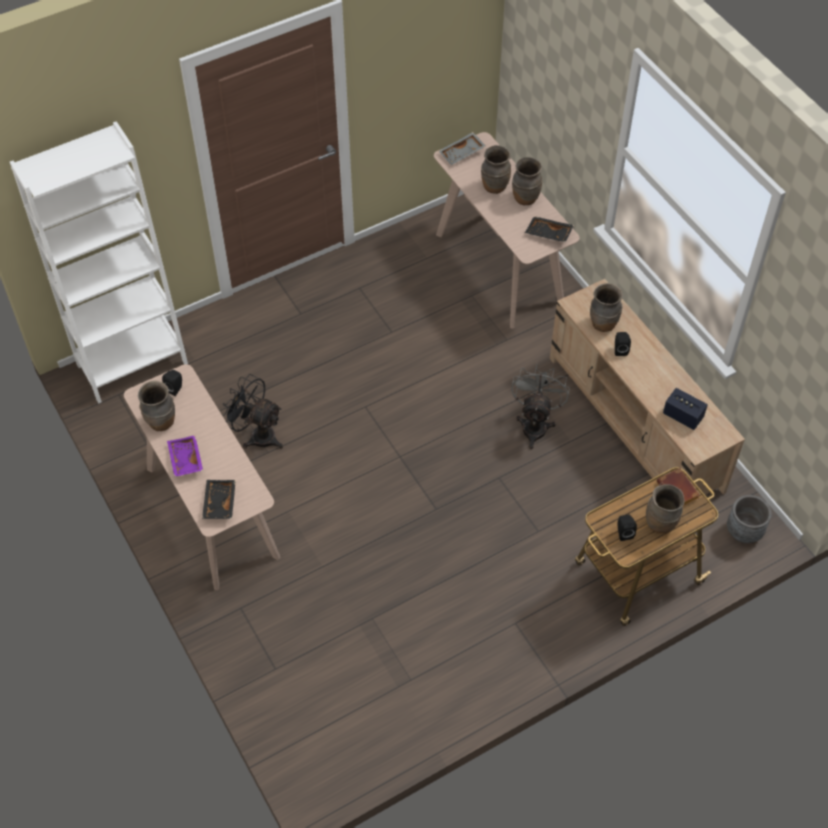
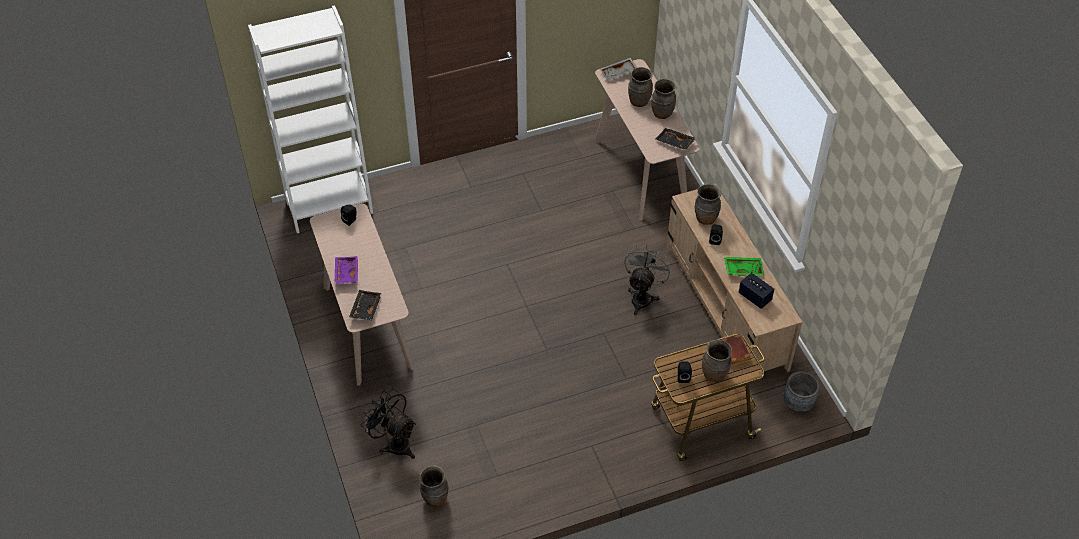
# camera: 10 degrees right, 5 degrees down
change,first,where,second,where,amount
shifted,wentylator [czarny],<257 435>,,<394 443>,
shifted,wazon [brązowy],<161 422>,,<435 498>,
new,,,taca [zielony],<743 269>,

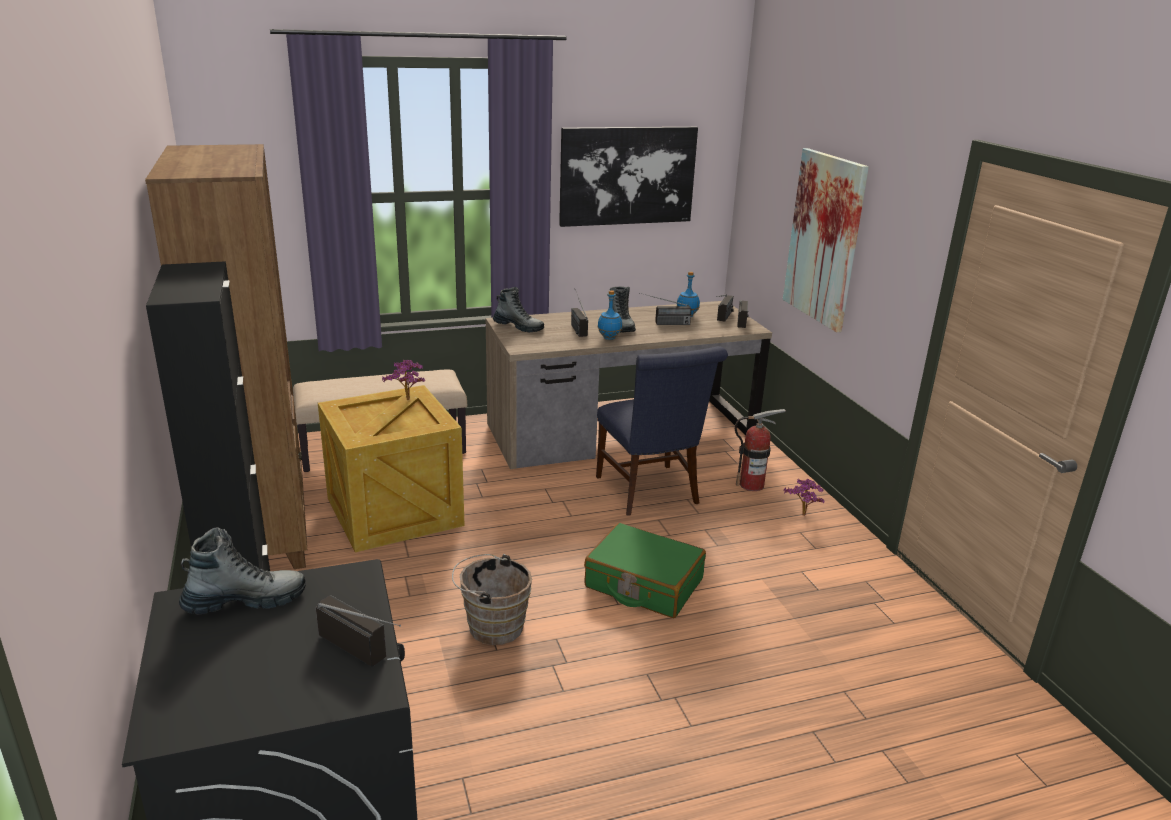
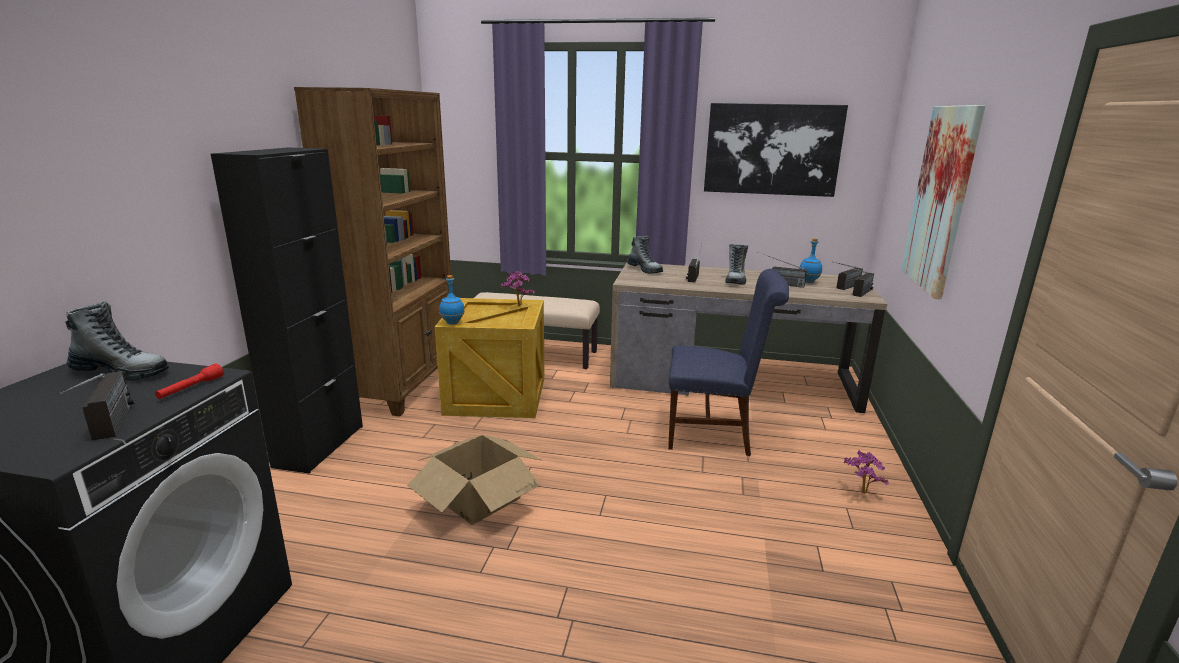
# camera: 30 degrees right, 5 degrees down
change,first,where,second,where,amount
new,,,latarka [czerwony],<191 389>,
swapped,wiadro [brązowy],<491 626>,karton,<479 497>,
shifted,butelka [niebieski],<609 338>,,<452 323>,
rotated,krzesło [niebieski],<650 493>,,<715 433>,90 degrees counterclockwise
gone,walizka [zielony],<643 584>,,,
gone,gaśnica,<751 485>,,,

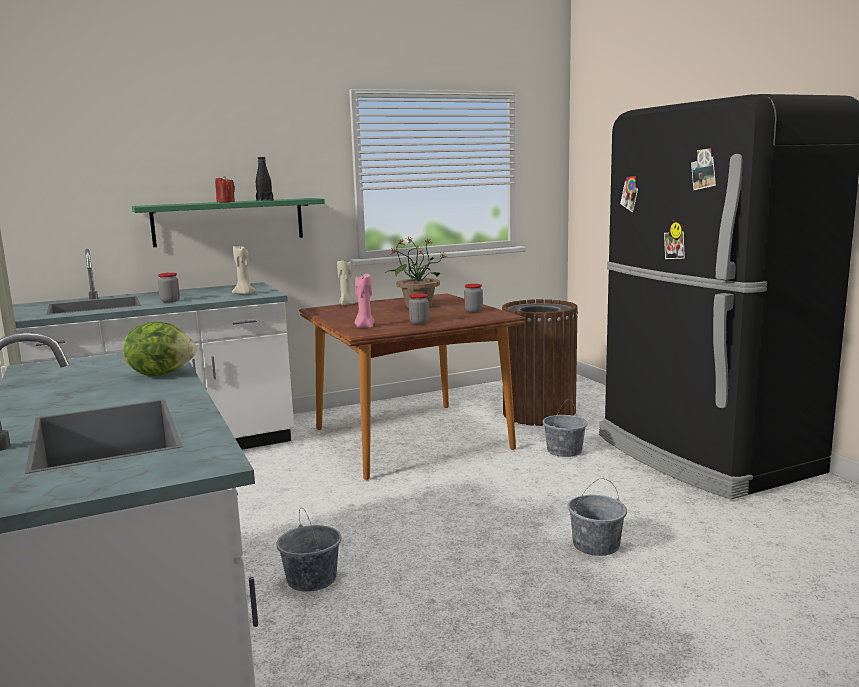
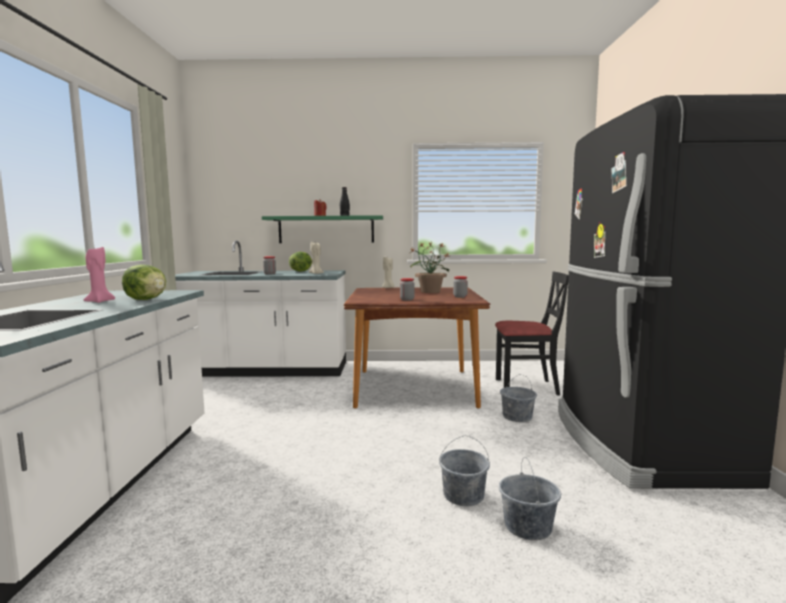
# camera: 25 degrees right, 5 degrees down
change,first,where,second,where,amount
shifted,świeca [różowy],<364 326>,,<99 301>,
new,,,sałata,<300 271>,
swapped,kosz na śmieci [brązowy],<539 414>,krzesło [czarny],<526 387>,
shifted,wiadro [szary],<312 579>,,<528 527>,

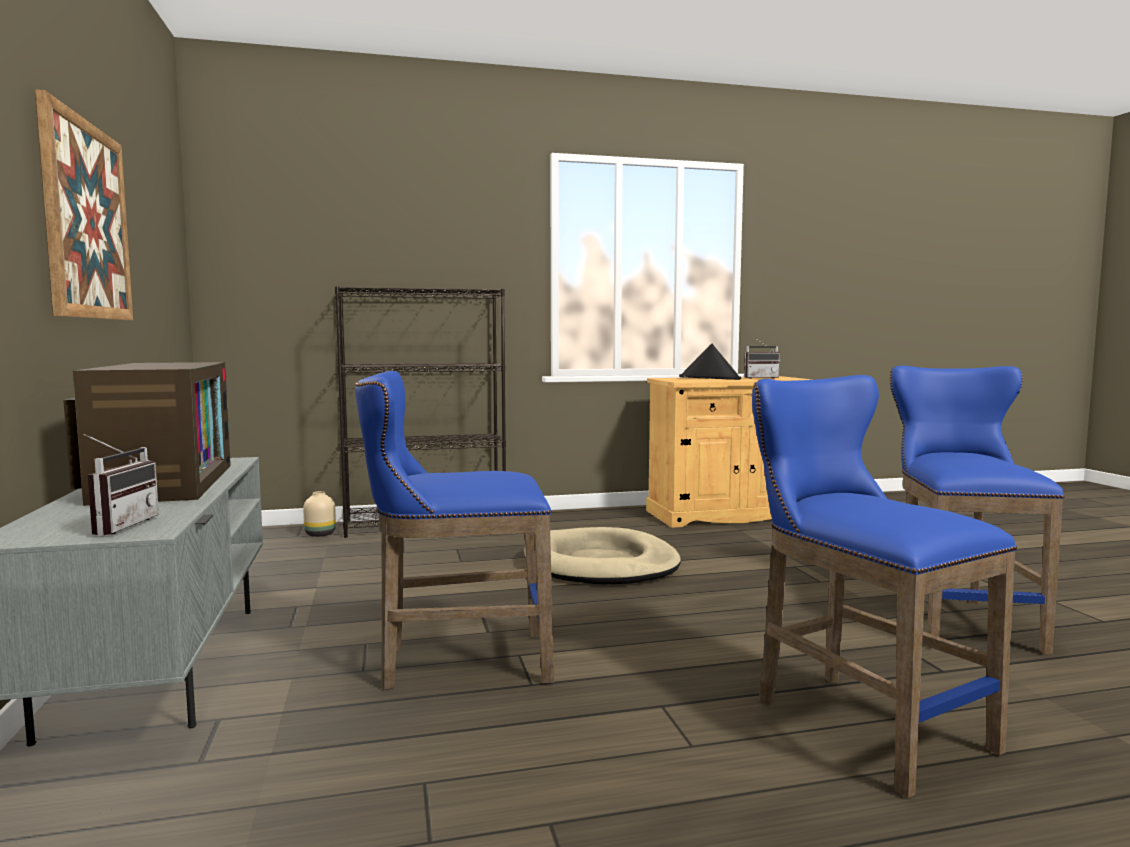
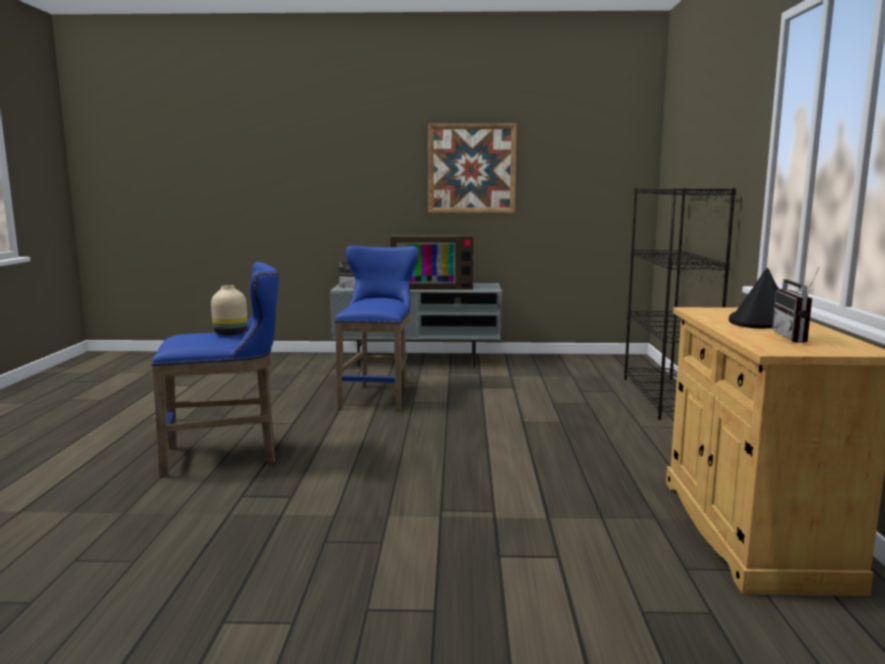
# camera: 105 degrees right, 5 degrees up
change,first,where,second,where,amount
shifted,wazon [beżowy],<320 534>,,<231 333>,
gone,legowisko [beżowy],<601 564>,,,
gone,stołek [niebieski],<958 619>,,,

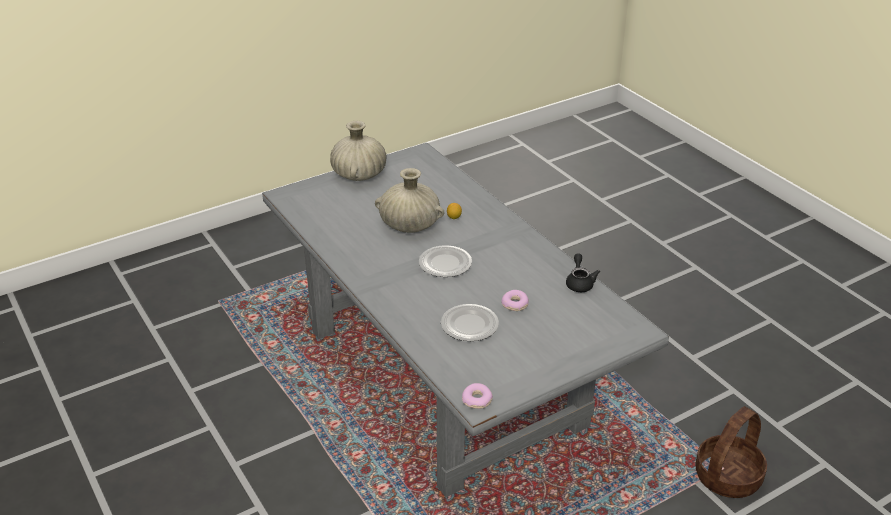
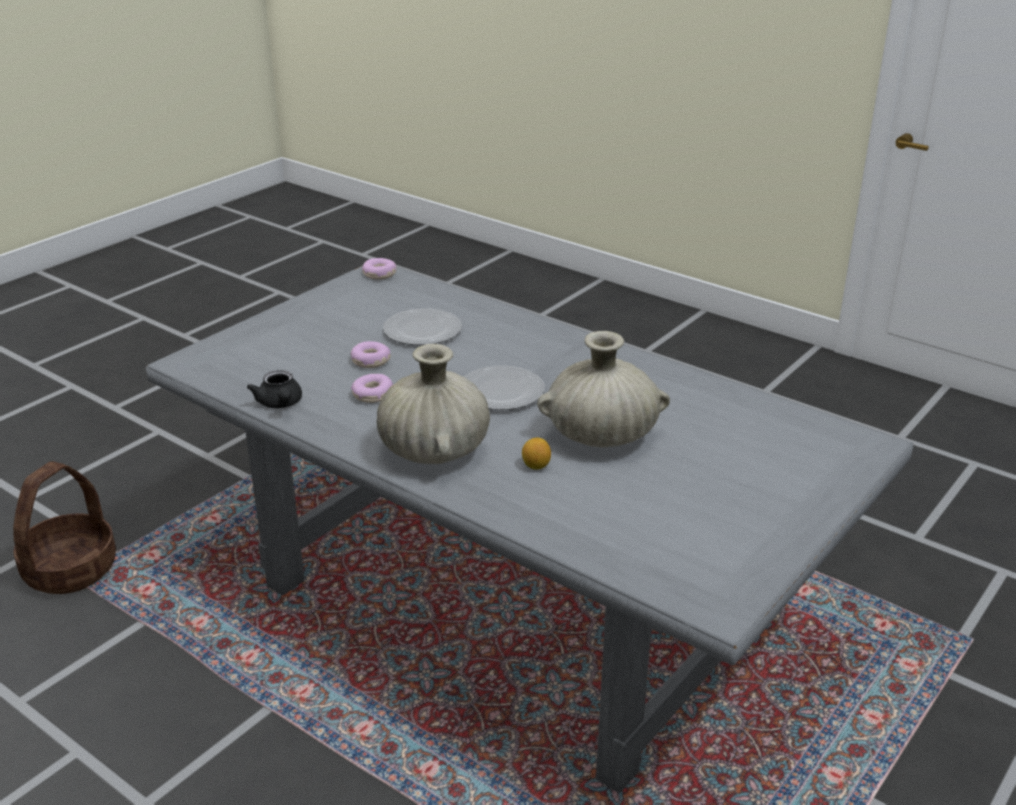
# camera: 160 degrees right, 5 degrees down
change,first,where,second,where,amount
new,,,donut,<372 395>,
shifted,wazon [beżowy],<359 175>,,<434 451>,

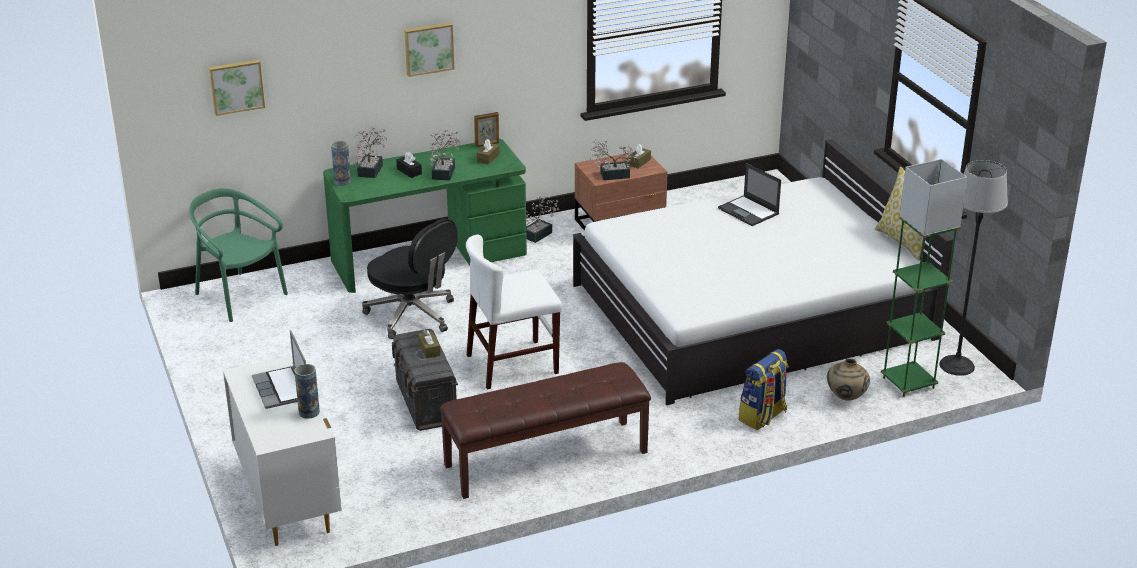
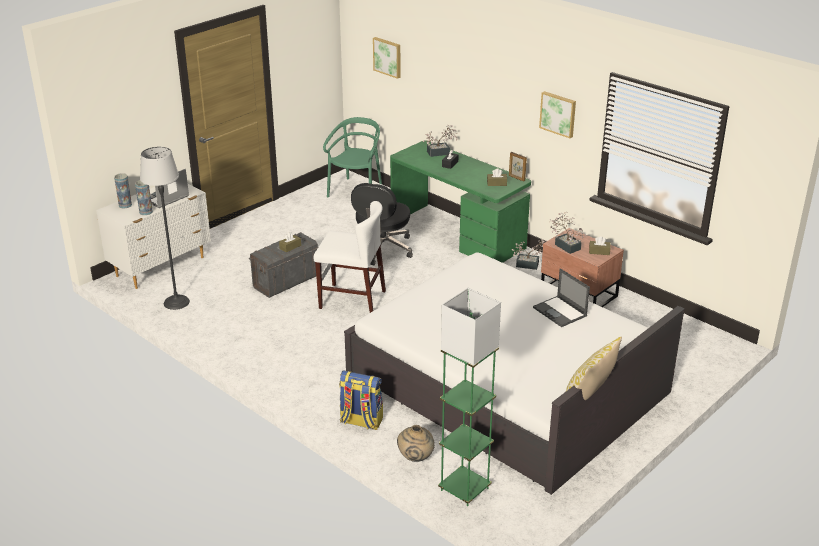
# camera: 65 degrees right, 0 degrees up
change,first,where,second,where,amount
shifted,wazon,<342 181>,,<125 205>,
shifted,lampa stojąca,<956 365>,,<176 302>,
rotated,krzesło [biały],<512 364>,,<352 299>,150 degrees clockwise
rotated,laptop,<749 211>,,<560 312>,60 degrees counterclockwise
shifted,obraz,<428 48>,,<558 114>,
gone,roślina doniczkowa,<444 171>,,,
gone,ławka [brązowy],<546 459>,,,

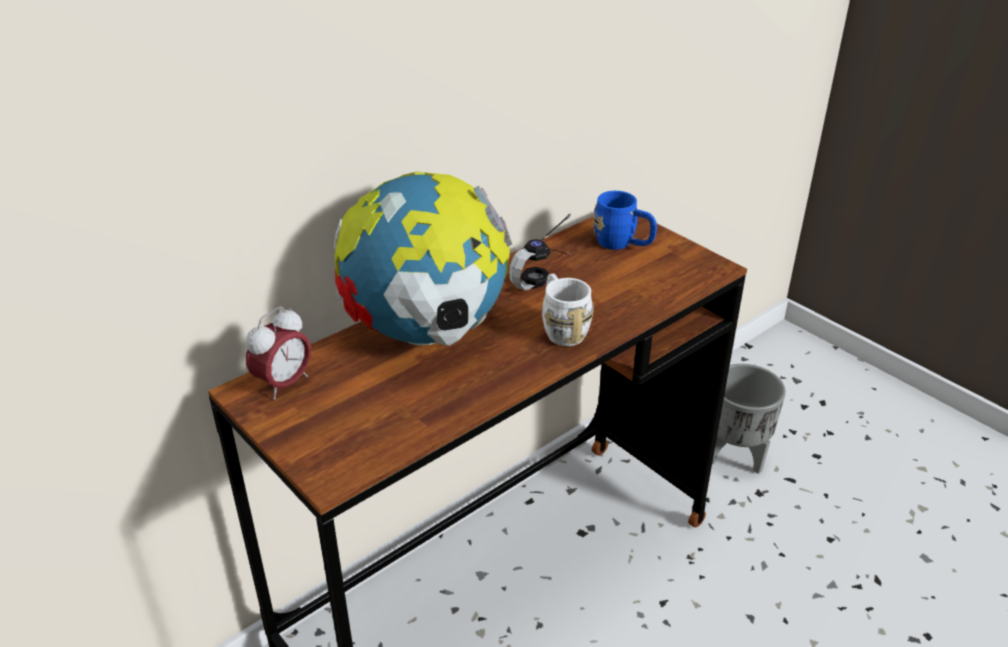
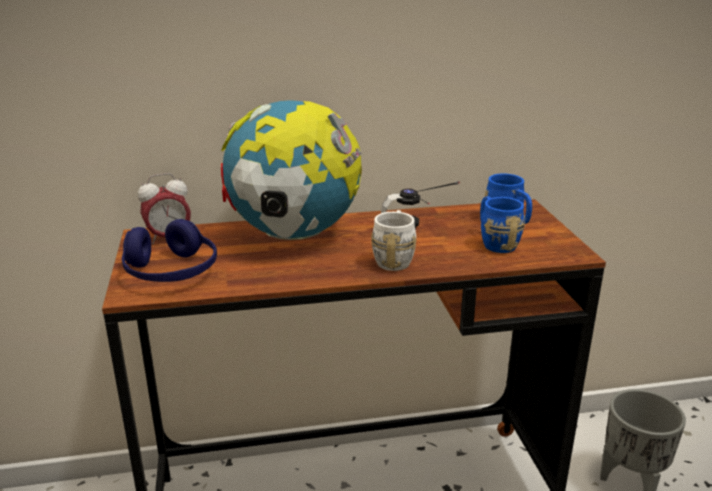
# camera: 30 degrees right, 10 degrees down
change,first,where,second,where,amount
new,,,słuchawki [niebieski],<171 272>,
new,,,kubek [niebieski],<495 242>,

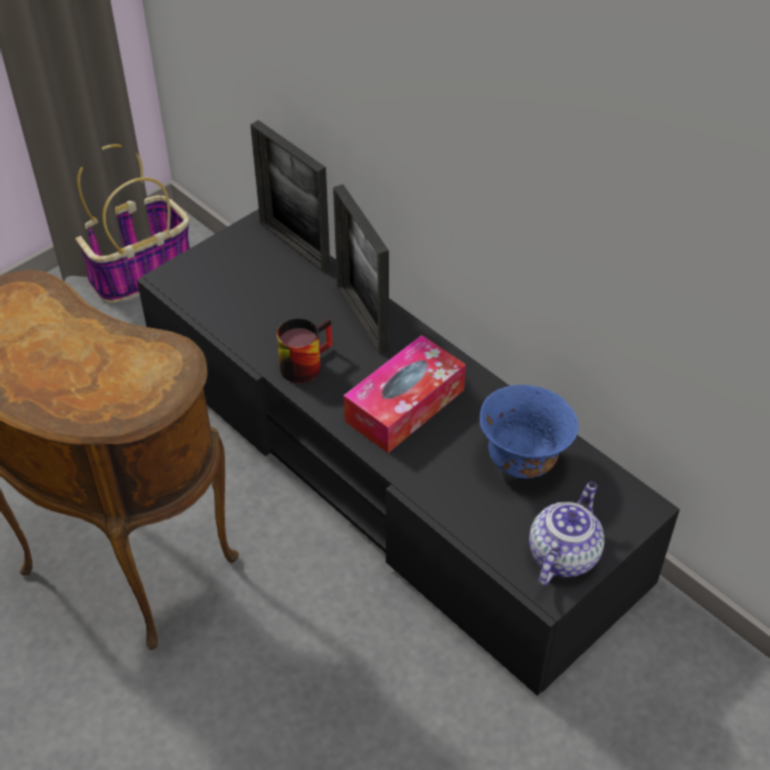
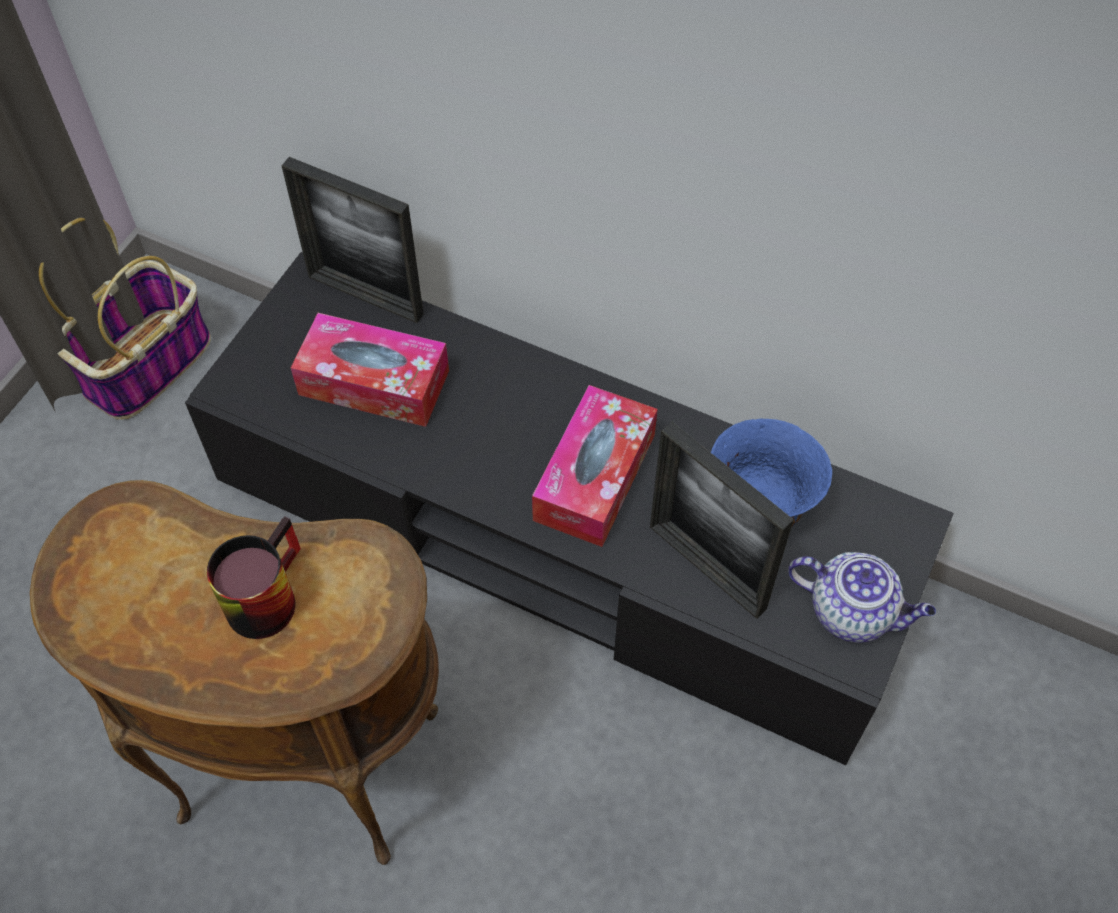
# camera: 20 degrees left, 10 degrees up
change,first,where,second,where,amount
shifted,kubek,<303 362>,,<262 593>,
new,,,pudełko chusteczek,<374 382>,
shifted,ramka na zdjęcie,<362 317>,,<707 567>,
rotated,imbryk,<563 554>,,<853 612>,105 degrees clockwise

